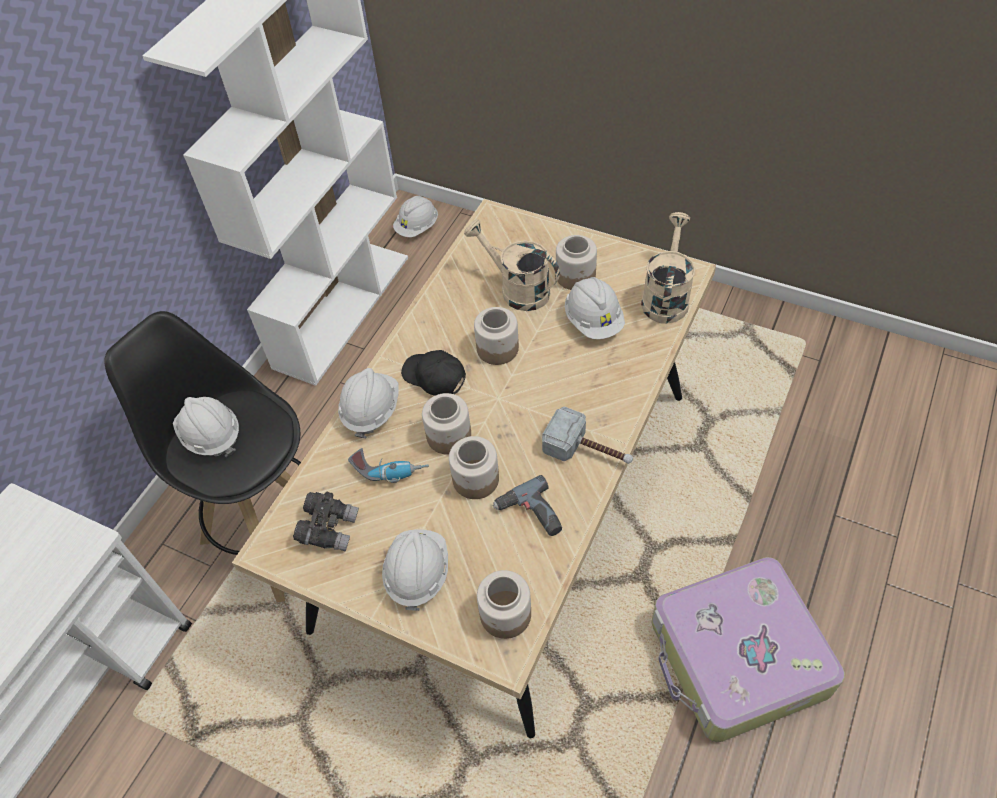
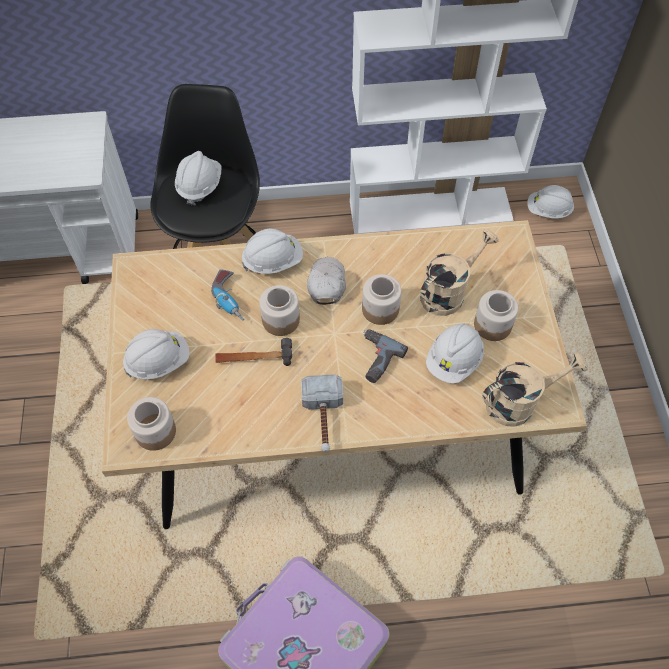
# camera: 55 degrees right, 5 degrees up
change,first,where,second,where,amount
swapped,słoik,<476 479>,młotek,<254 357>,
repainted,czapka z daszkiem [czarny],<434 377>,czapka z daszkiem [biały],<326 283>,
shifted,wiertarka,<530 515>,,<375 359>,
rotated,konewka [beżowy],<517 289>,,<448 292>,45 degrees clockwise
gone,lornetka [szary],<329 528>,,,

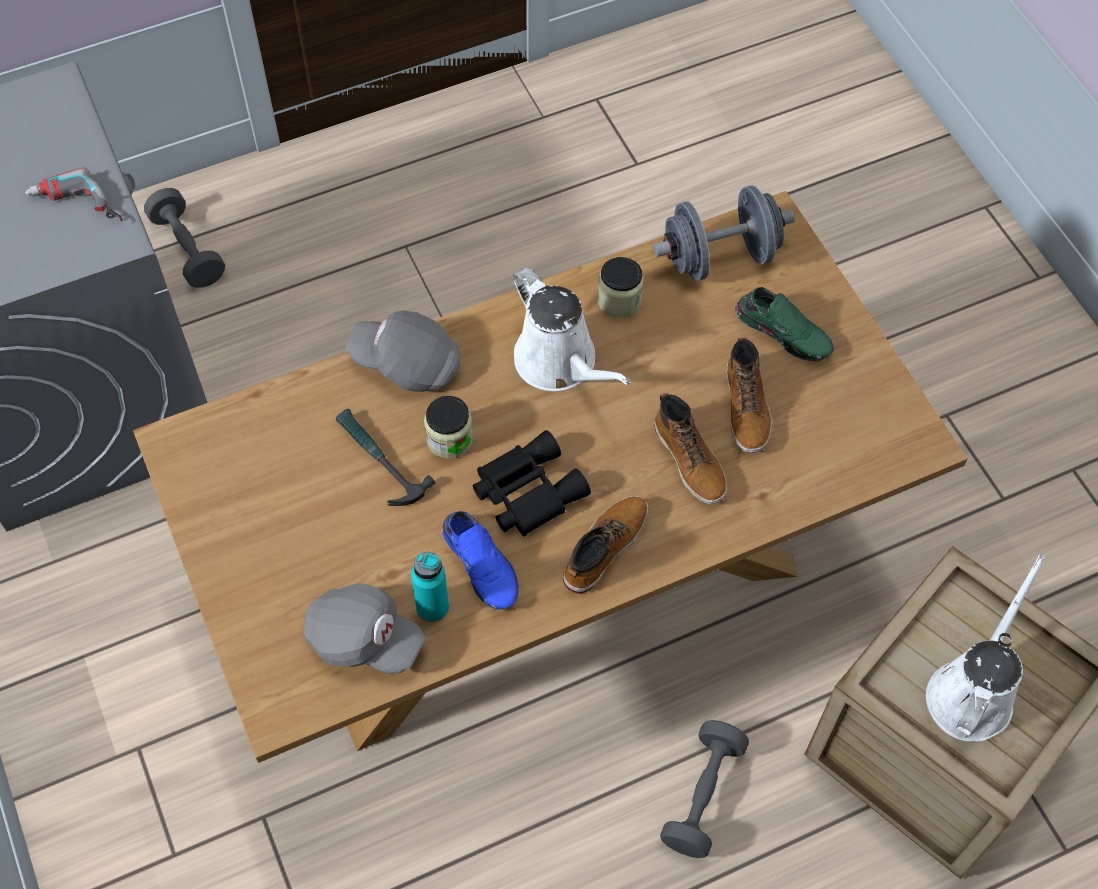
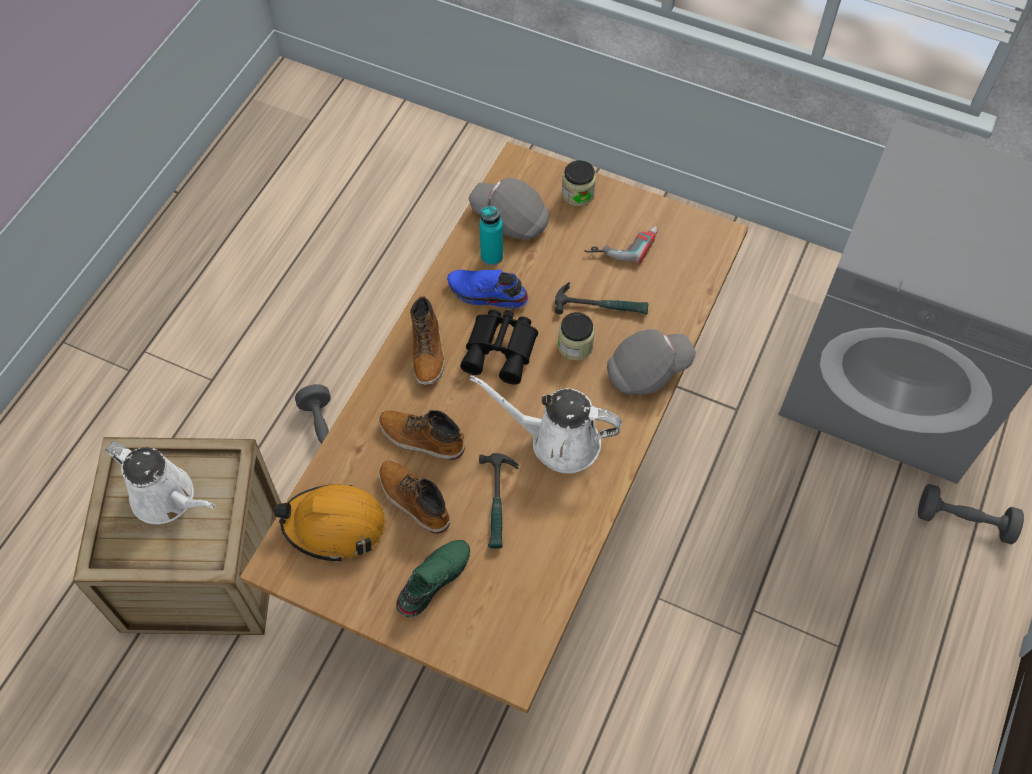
# camera: 140 degrees right, 0 degrees up
change,first,where,second,where,amount
rotated,konewka [biały],<972 691>,,<168 498>,45 degrees counterclockwise
new,,,kask [pomarańczowy],<334 525>,
rotated,but [zielony],<784 331>,,<432 579>,135 degrees clockwise
rotated,czapka z daszkiem [szary],<364 640>,,<510 218>,45 degrees clockwise
new,,,młotek,<498 502>,
shifted,słoik,<619 300>,,<578 194>,
shifted,wiertarka,<75 209>,,<622 243>,
gone,hantel [szary],<720 257>,,,

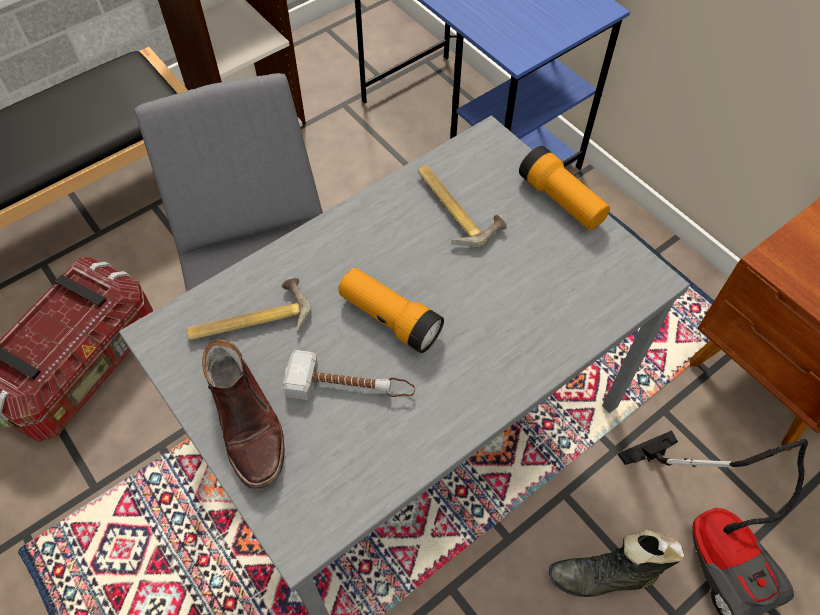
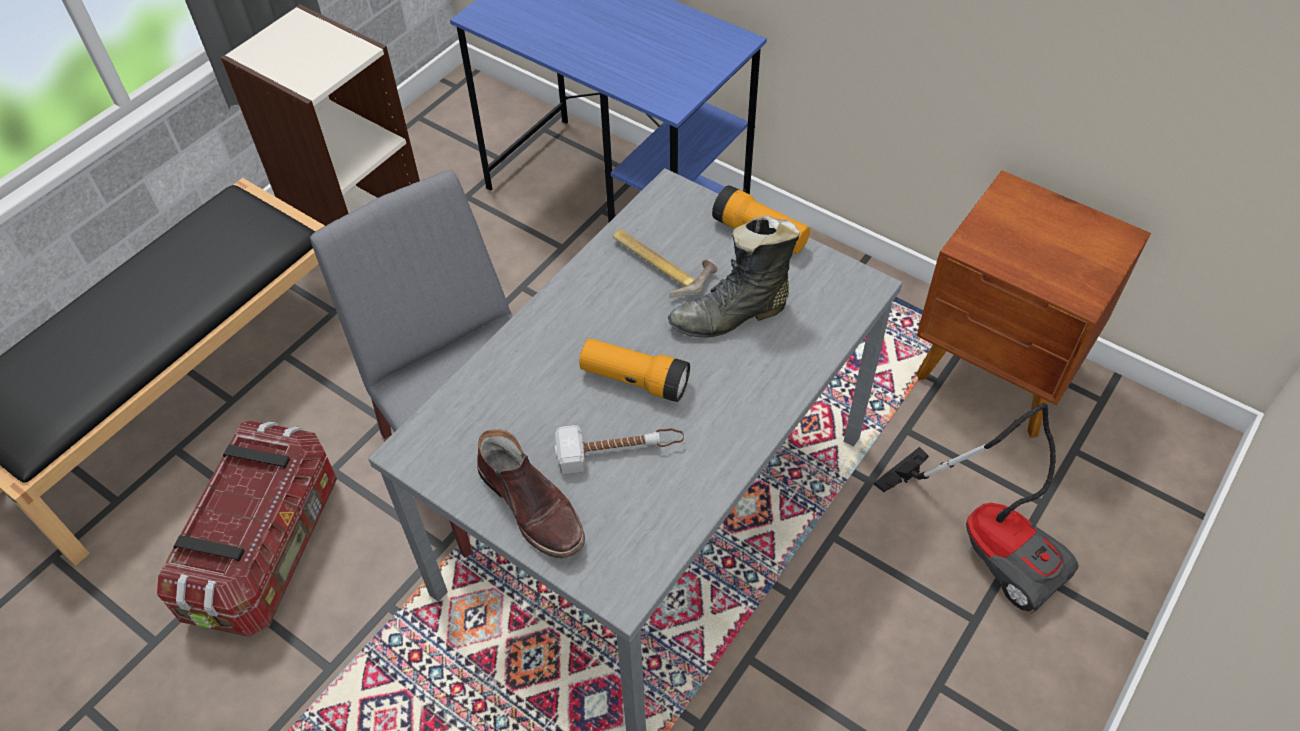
# camera: 15 degrees left, 5 degrees down
change,first,where,second,where,amount
shifted,but z cholewką [czarny],<603 577>,,<731 316>,
gone,młotek,<250 319>,,,

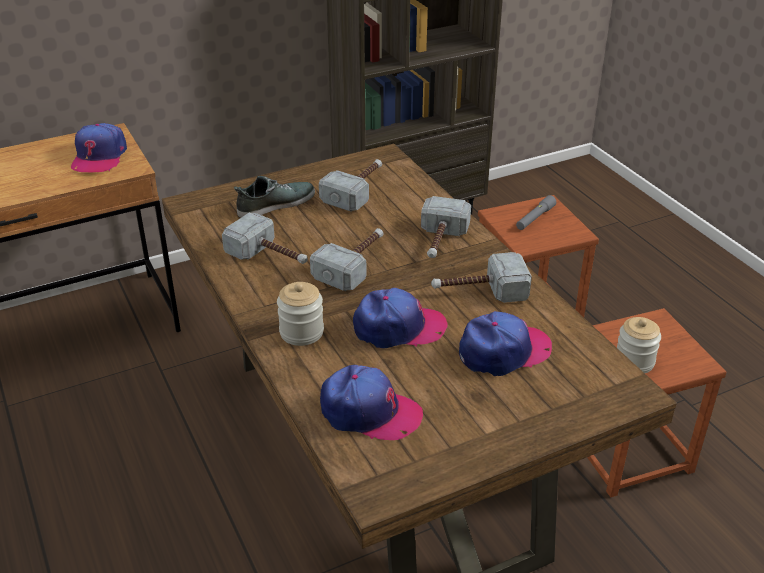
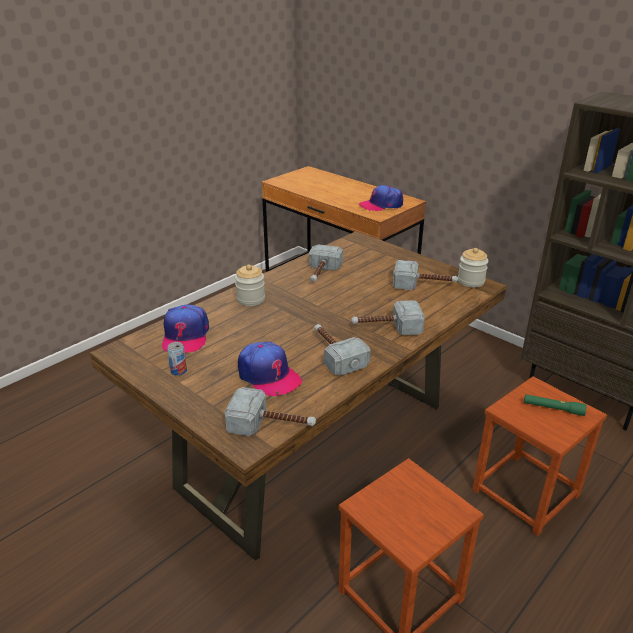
# camera: 70 degrees right, 5 degrees down
change,first,where,second,where,amount
new,,,puszka,<178 371>,
shifted,młotek,<355 265>,,<272 425>,
shifted,słoik,<634 361>,,<471 281>,
repainted,latarka [szary],<535 218>,latarka [zielony],<553 408>,
gone,but,<275 204>,,,
gone,czapka z daszkiem,<398 328>,,,

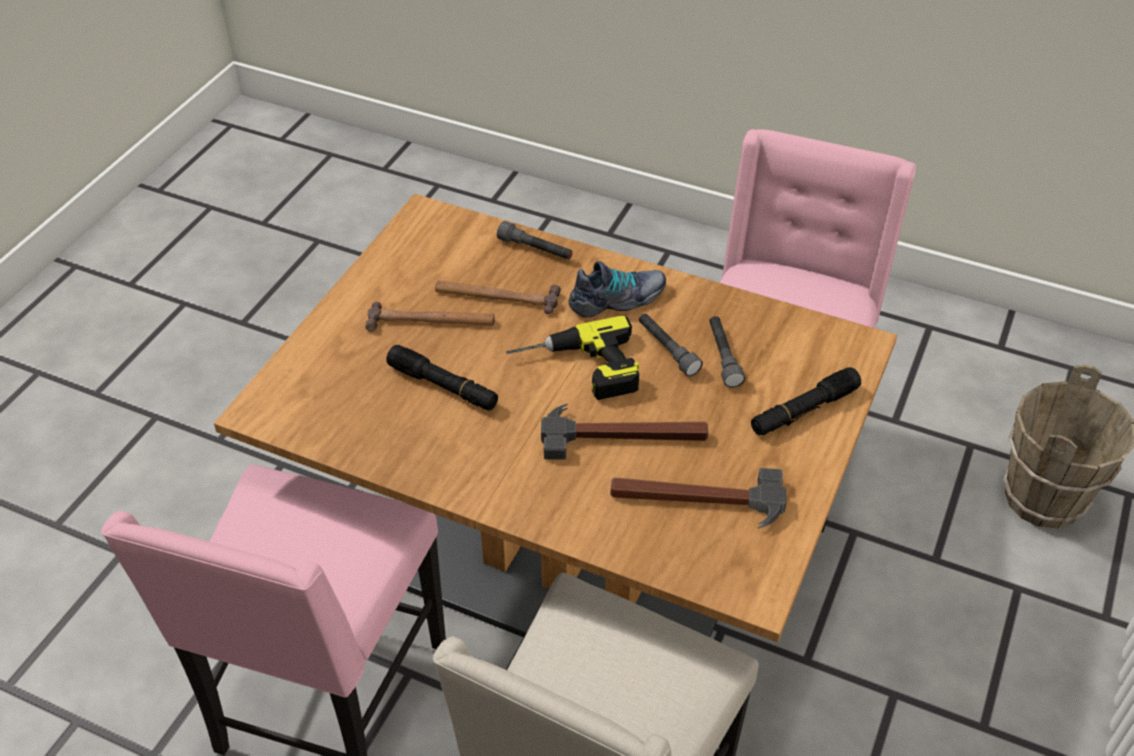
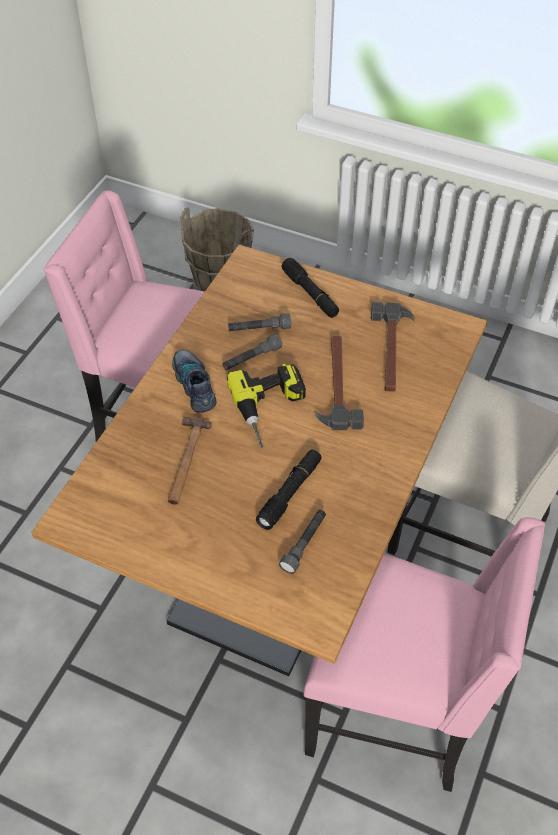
# camera: 90 degrees left, 5 degrees up
change,first,where,second,where,amount
shifted,latarka [szary],<535 250>,,<304 544>,
gone,młotek,<431 322>,,,

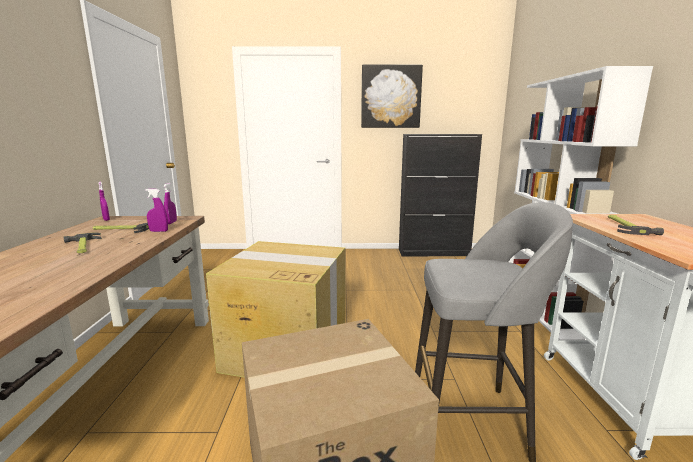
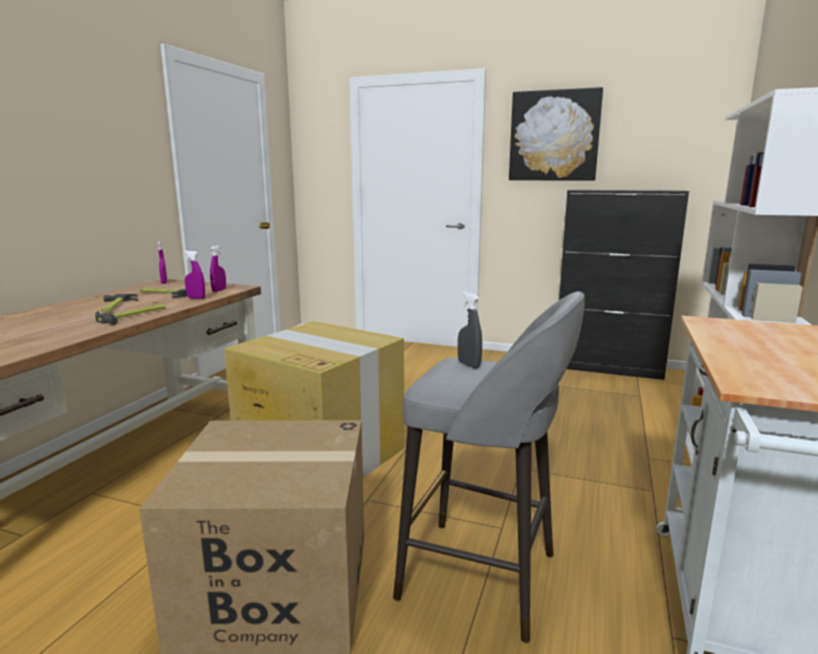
# camera: 20 degrees right, 0 degrees up
change,first,where,second,where,amount
shifted,młotek,<625 226>,,<133 315>,
new,,,spryskiwacz [szary],<469 365>,

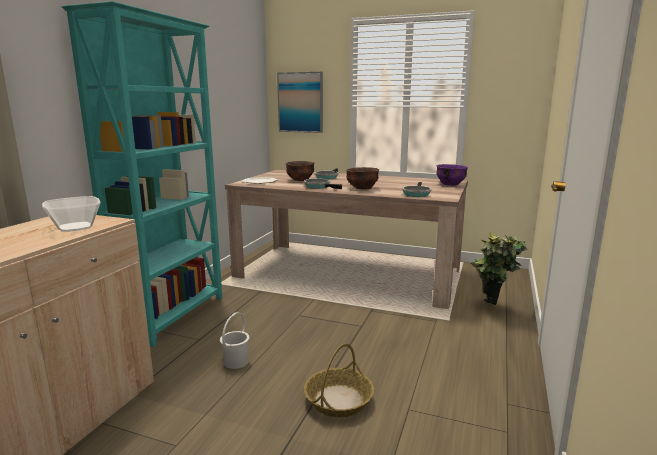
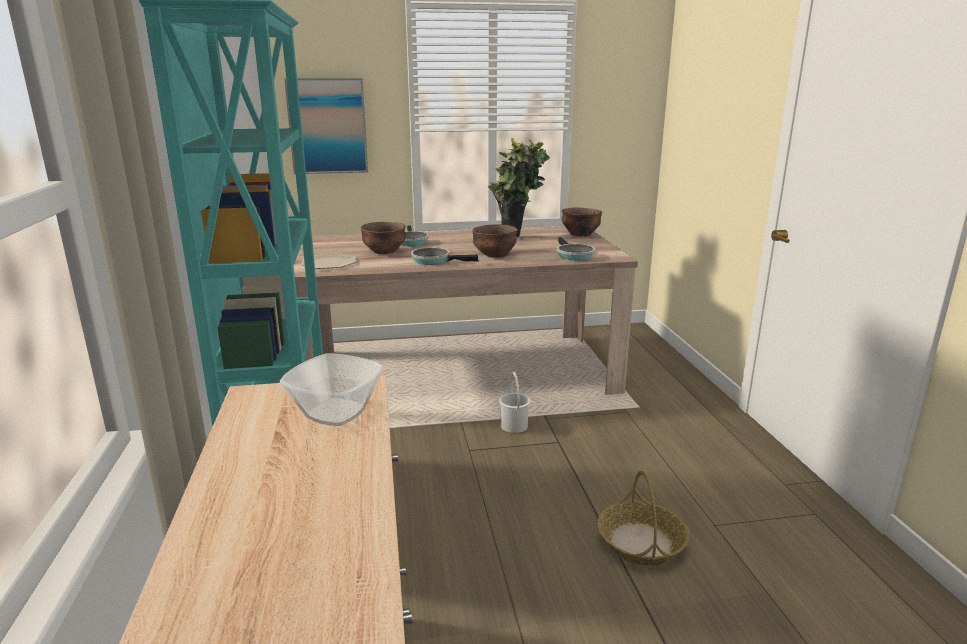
# camera: 30 degrees left, 5 degrees up
change,first,where,second,where,amount
shifted,roślina doniczkowa,<491 309>,,<517 240>,
shifted,wiadro [biały],<236 361>,,<514 425>,
repainted,miska [fioletowy],<450 184>,miska [brązowy],<580 234>,

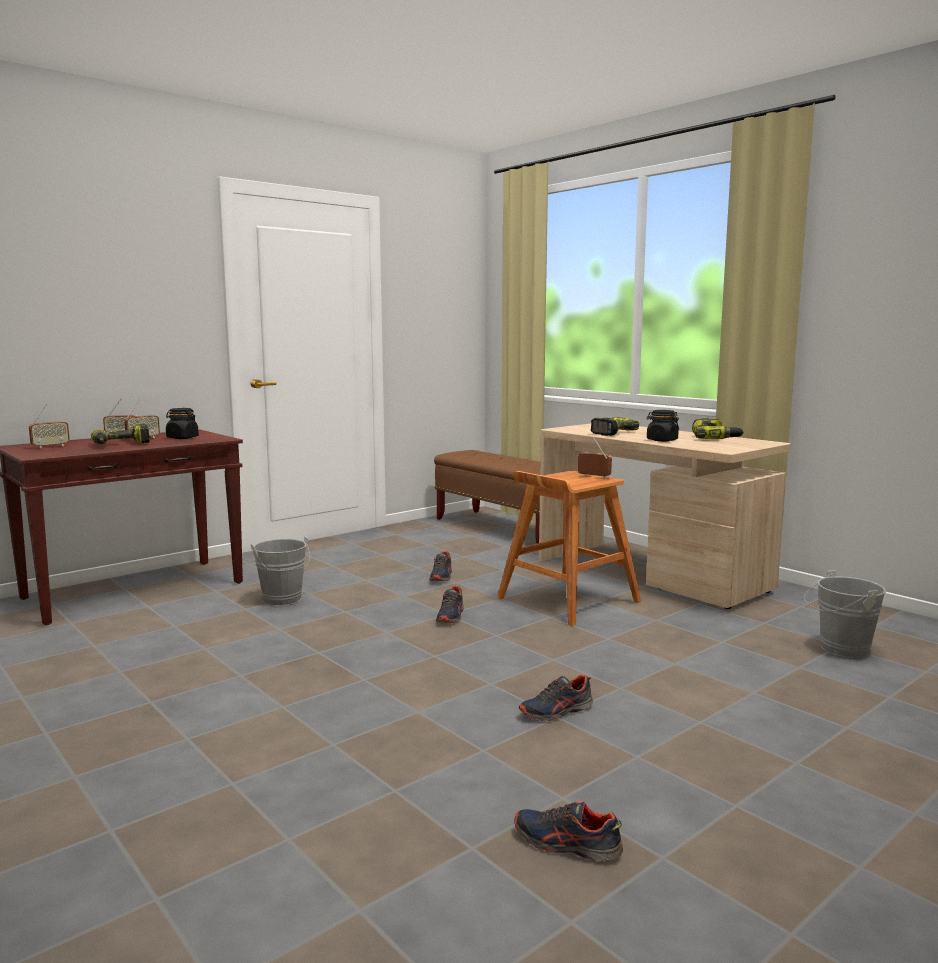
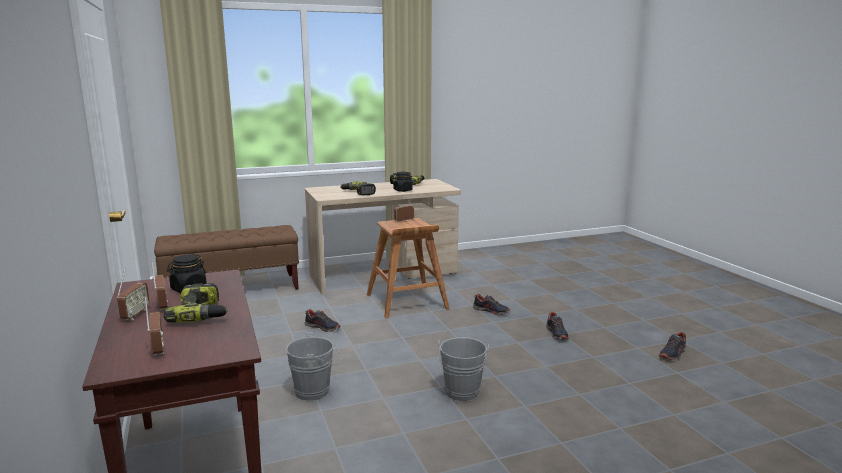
# camera: 70 degrees left, 5 degrees up
change,first,where,second,where,amount
shifted,wiadro [szary],<840 649>,,<461 395>,
shifted,but,<451 616>,,<491 311>,

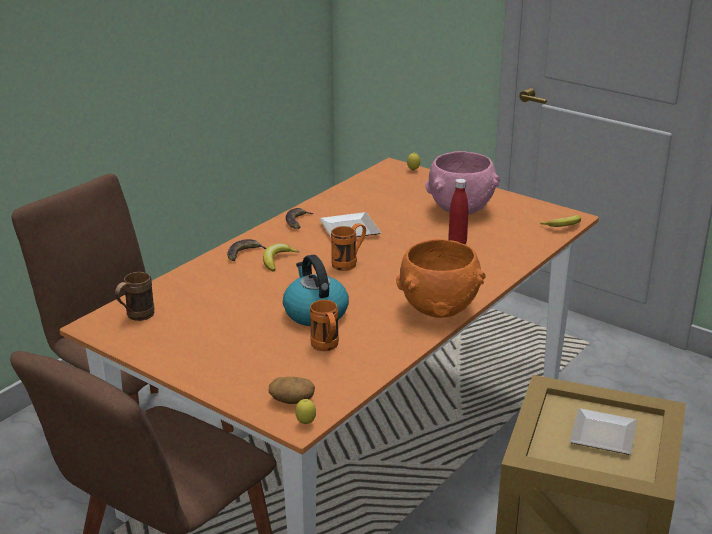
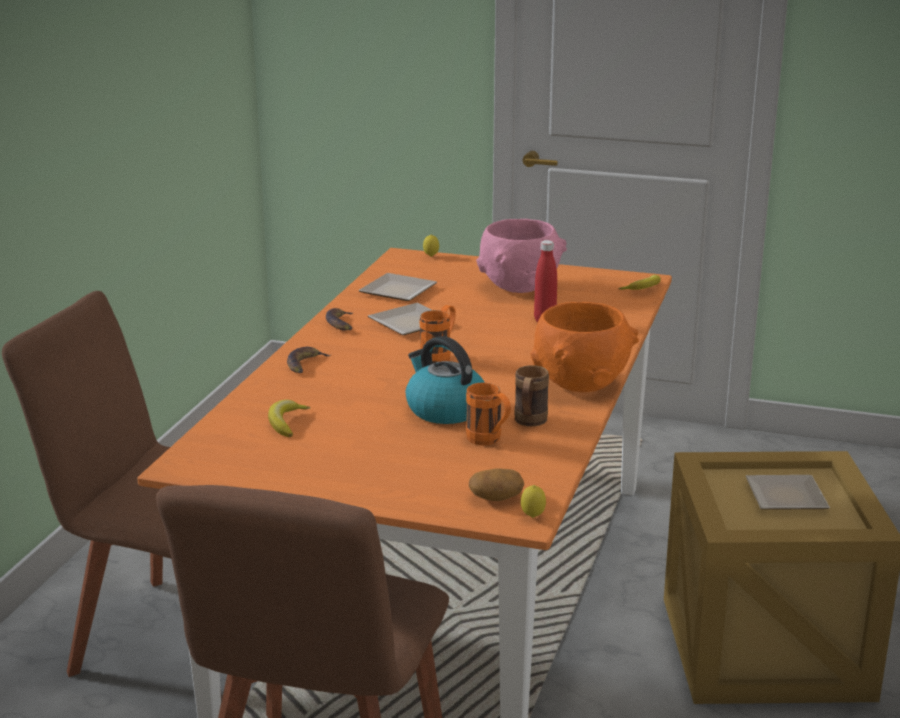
# camera: 20 degrees left, 5 degrees down
change,first,where,second,where,amount
shifted,banan,<277 260>,,<286 423>,
new,,,talerz,<397 290>,
shifted,kubek [brązowy],<135 317>,,<528 423>,

